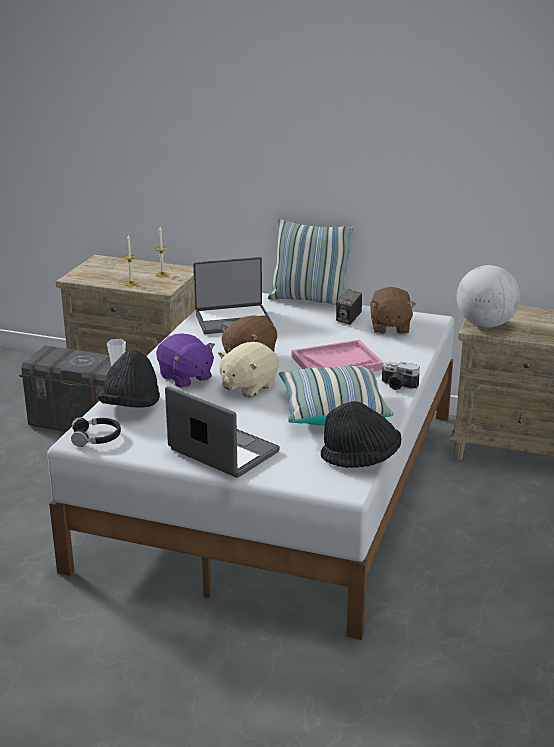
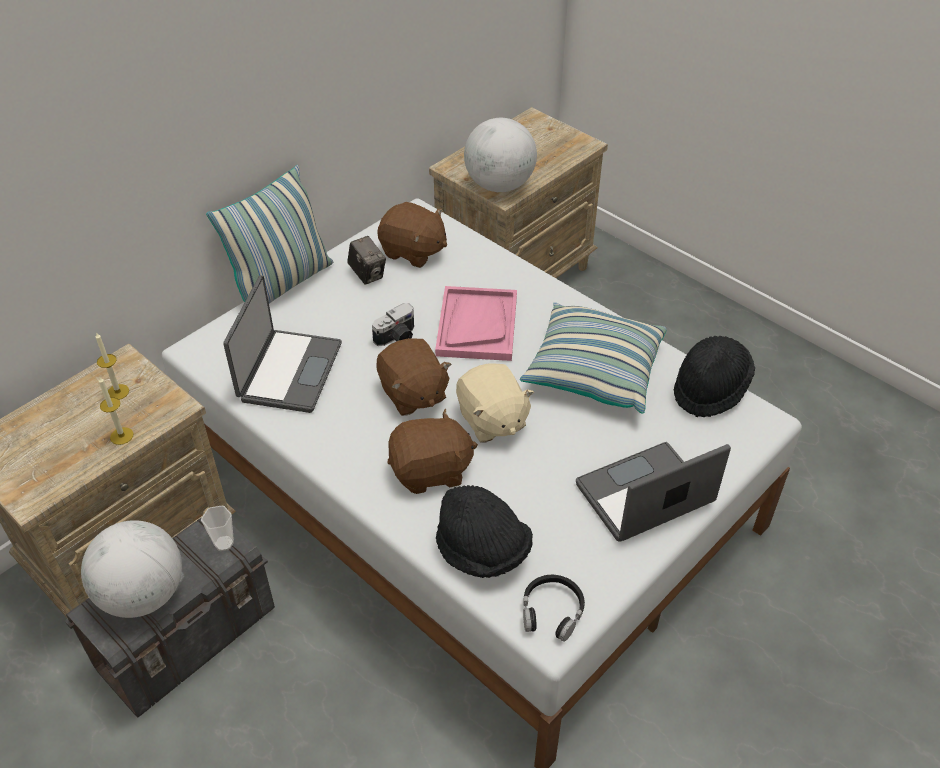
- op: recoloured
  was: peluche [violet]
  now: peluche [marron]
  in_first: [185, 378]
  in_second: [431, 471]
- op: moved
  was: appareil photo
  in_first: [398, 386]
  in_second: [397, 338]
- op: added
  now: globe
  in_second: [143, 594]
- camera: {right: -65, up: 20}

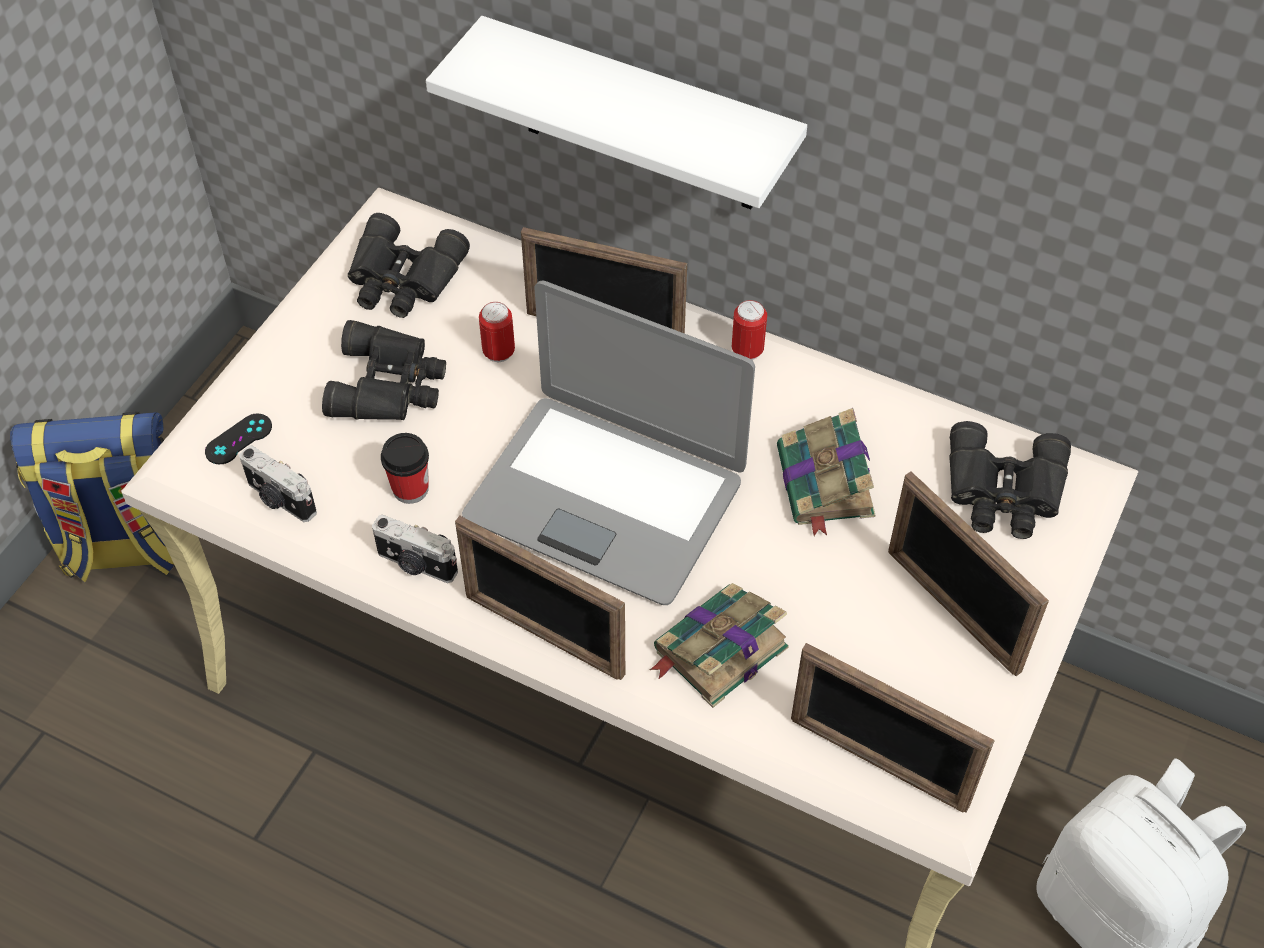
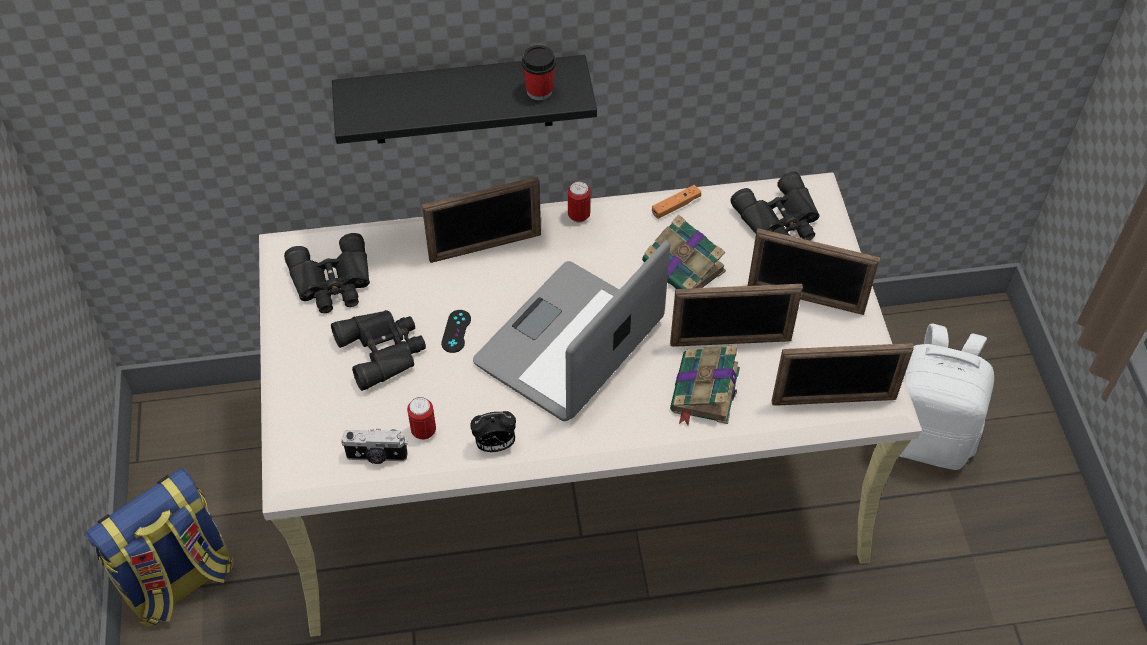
- op: moved
  was: manette [noir]
  in_first: [238, 439]
  in_second: [456, 331]
- op: replaced
  was: appareil photo
  now: réveil
  in_first: [416, 565]
  in_second: [495, 445]
- op: moved
  was: tasse
  in_first: [410, 489]
  in_second: [539, 91]
- op: recoloured
  was: étagère [blanc]
  now: étagère [noir]
  in_first: [639, 118]
  in_second: [462, 100]
- op: moved
  was: cadre photo
  in_first: [543, 635]
  in_second: [730, 342]
- op: turned
  was: ordinateur portable
  in_first: [606, 497]
  in_second: [571, 343]
  clockwise: 135
- op: moved
  was: boîte métallique
  in_first: [498, 352]
  in_second: [423, 431]
- op: added
  now: manette [orange]
  in_second: [676, 206]
- camera: {right: -35, up: 0}

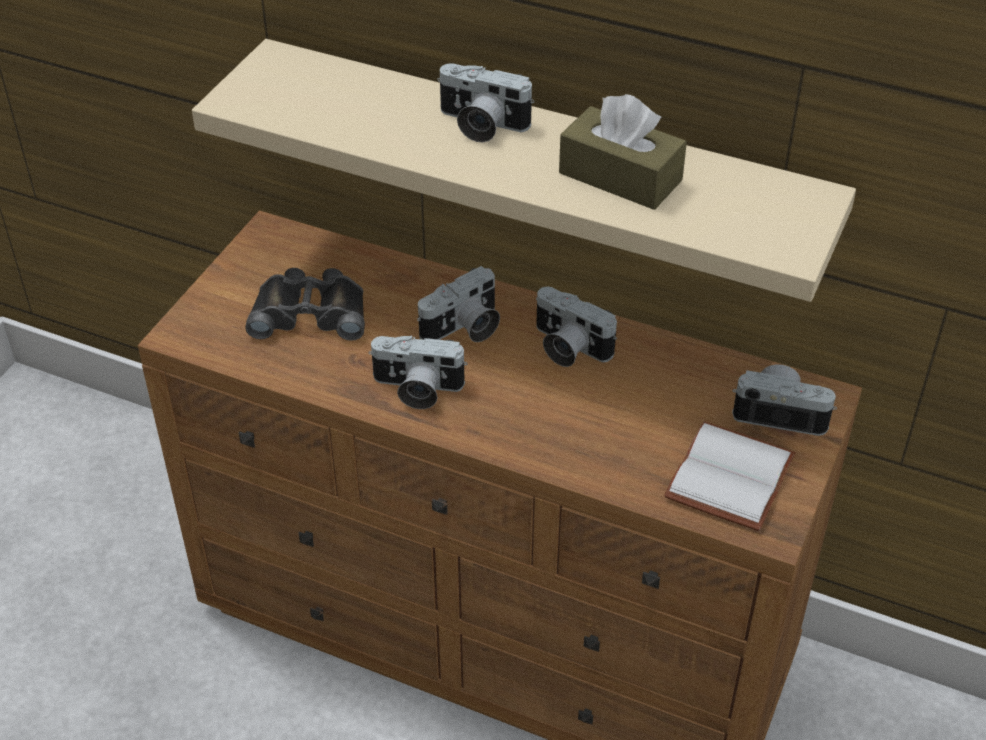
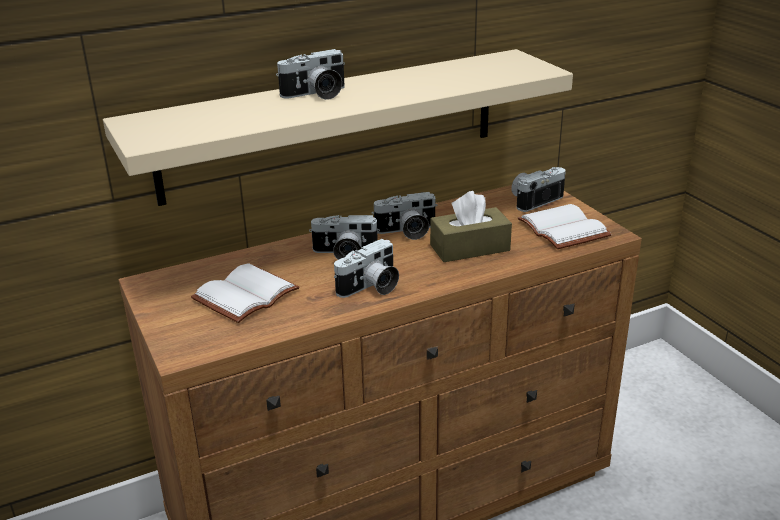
- op: replaced
  was: jumelles [noir]
  now: livre [blanc]
  in_first: [310, 313]
  in_second: [246, 297]
- op: turned
  was: appareil photo
  in_first: [464, 329]
  in_second: [344, 254]
  clockwise: 90
- op: moved
  was: boîte à mouchoirs [marron]
  in_first: [620, 177]
  in_second: [470, 248]
- camera: {right: -50, up: -15}

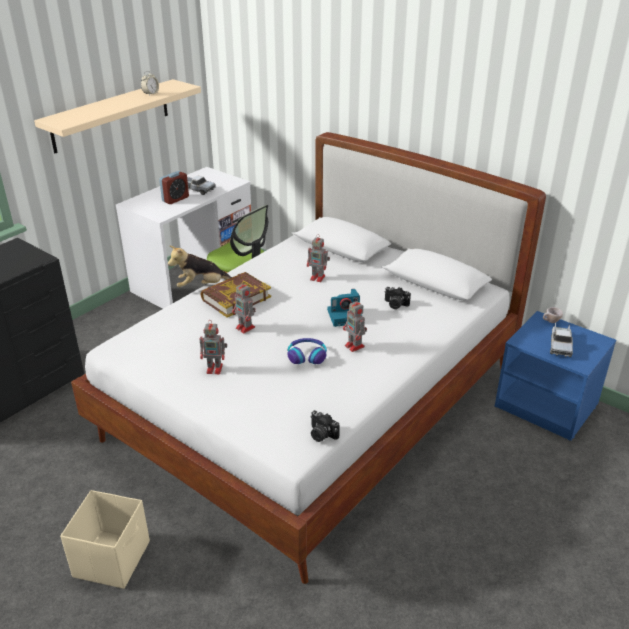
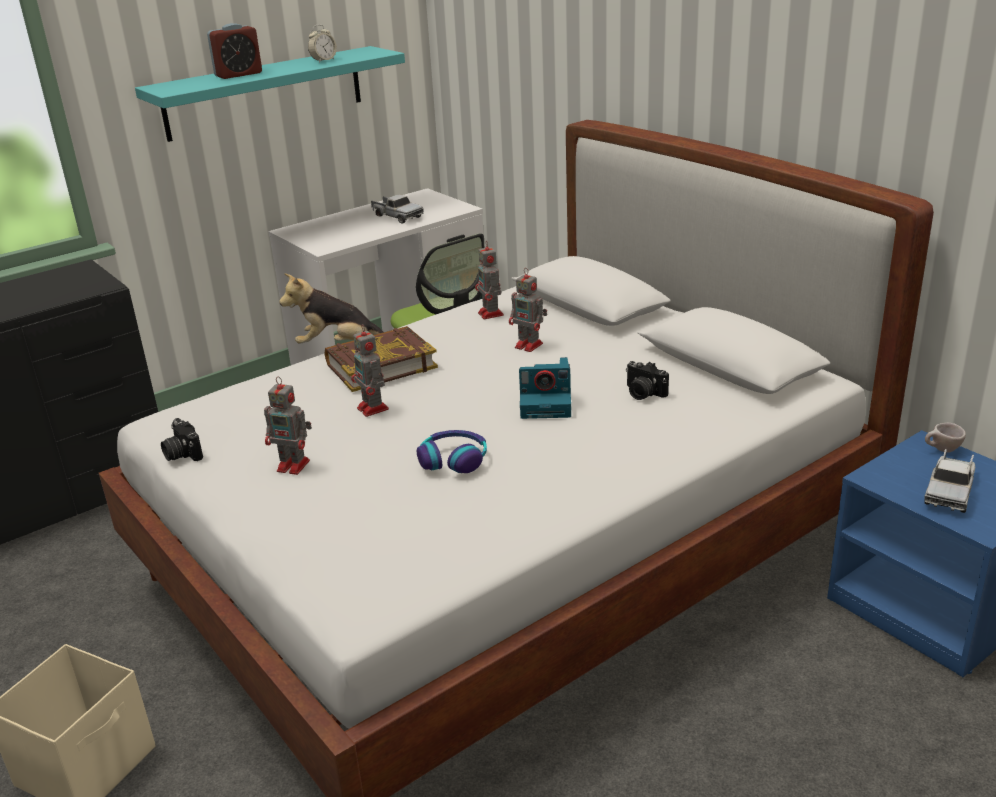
- op: recoloured
  was: étagère [beige]
  now: étagère [turquoise]
  in_first: [111, 115]
  in_second: [264, 93]
- op: moved
  was: réveil
  in_first: [175, 199]
  in_second: [238, 74]
- op: moved
  was: appareil photo
  in_first: [321, 434]
  in_second: [182, 454]
- op: moved
  was: robot jouet
  in_first: [355, 346]
  in_second: [491, 314]
- camera: {right: 15, up: -5}

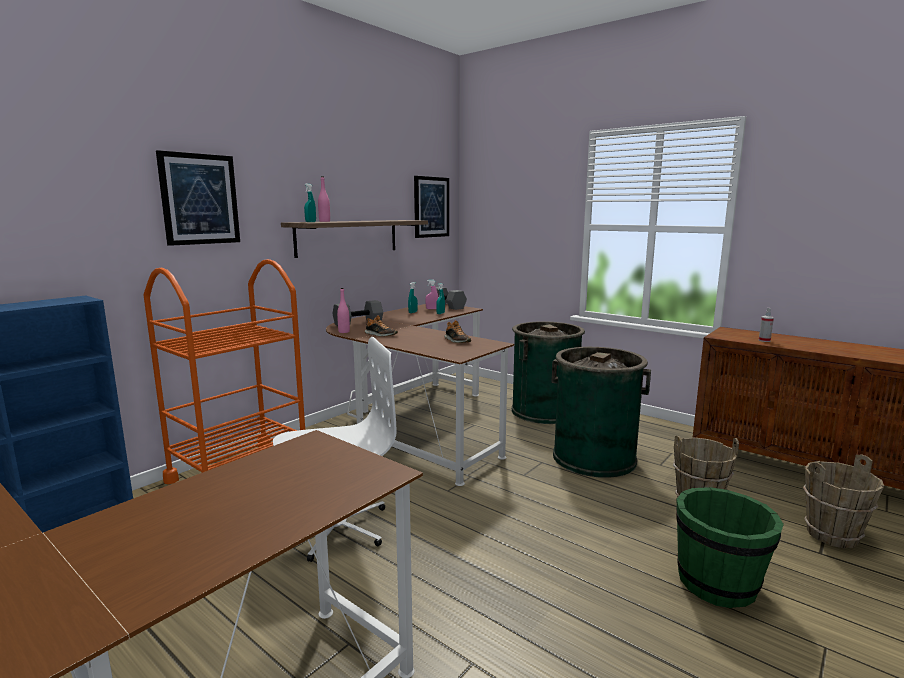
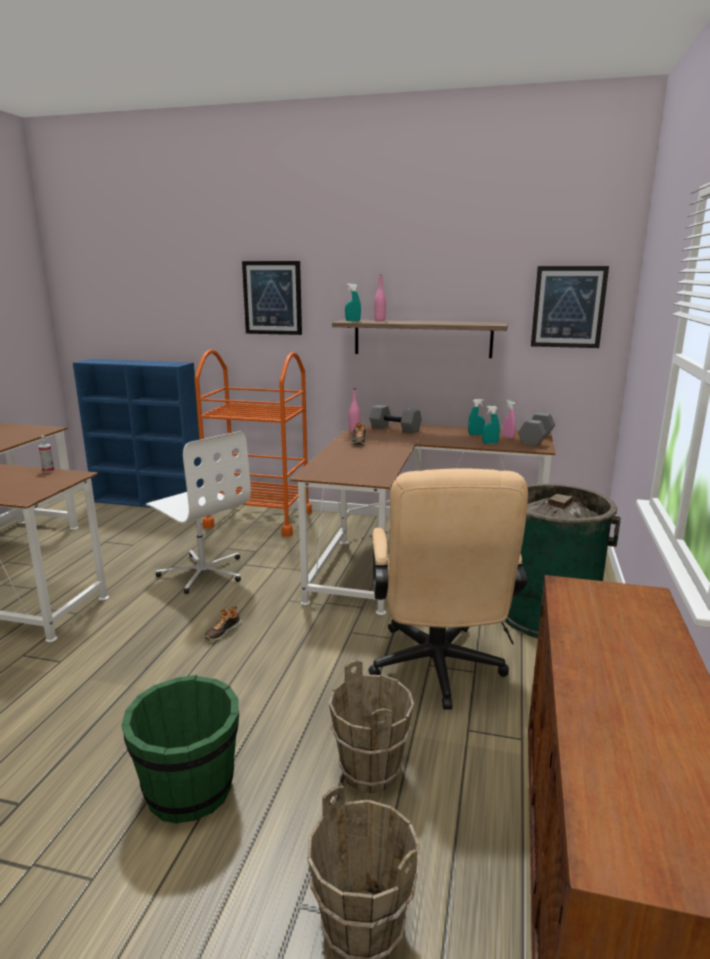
- op: moved
  was: chaussure
  in_first: [457, 341]
  in_second: [223, 631]
- op: replaced
  was: poubelle [vert]
  now: chaise de bureau [beige]
  in_first: [594, 458]
  in_second: [437, 671]
- op: moved
  was: vaporisateur
  in_first: [764, 340]
  in_second: [48, 470]
- camera: {right: 65, up: 5}

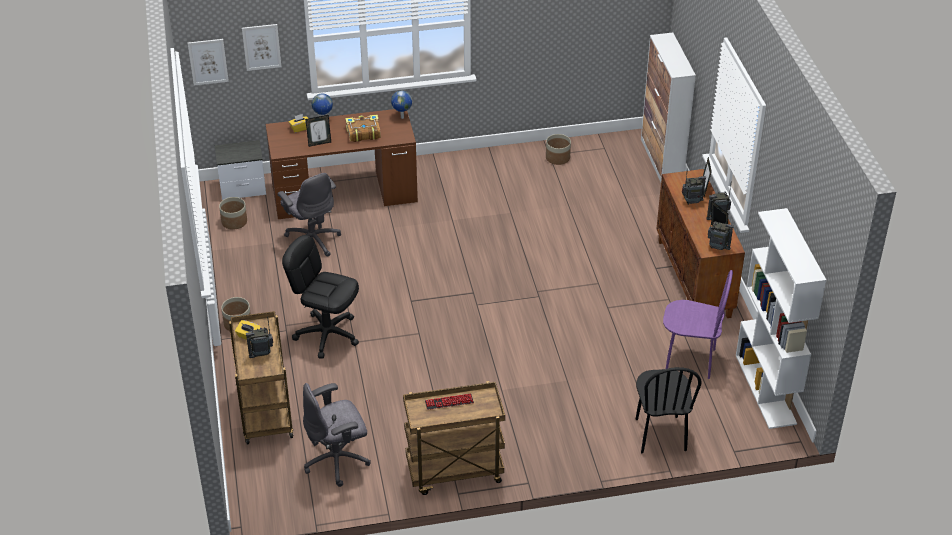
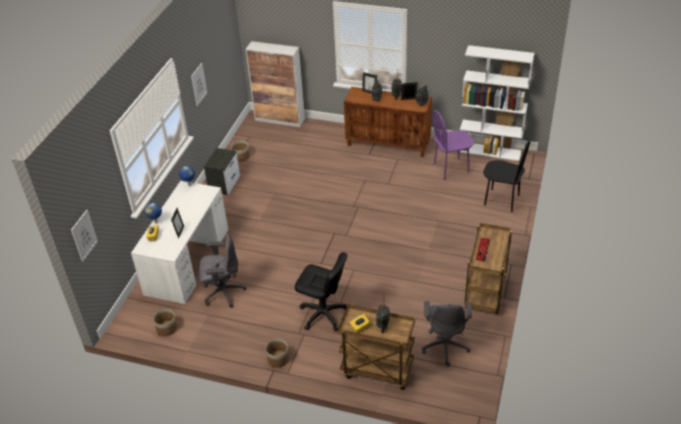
- op: moved
  was: table de chevet
  in_first: [244, 188]
  in_second: [225, 183]
- op: moved
  was: tableau
  in_first: [261, 47]
  in_second: [198, 84]
- op: recoloured
  was: bureau [marron]
  now: bureau [blanc]
  in_first: [345, 193]
  in_second: [188, 261]
- op: turned
  was: chaise de bureau [noir]
  in_first: [327, 334]
  in_second: [323, 314]
  clockwise: -120
- op: removed
  was: livre
  in_first: [363, 133]
- op: turned
  was: chaise [violet]
  in_first: [690, 360]
  in_second: [451, 168]
  clockwise: -150
- camera: {right: -60, up: 0}

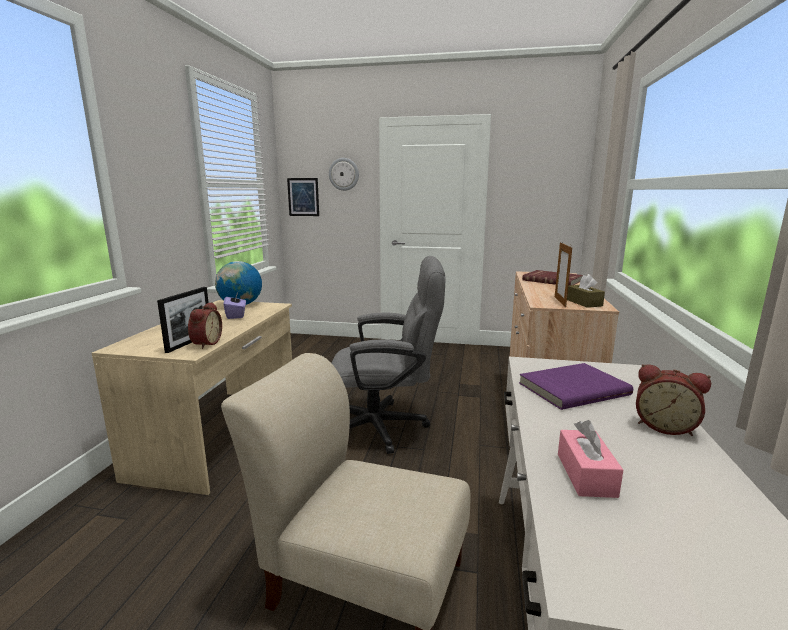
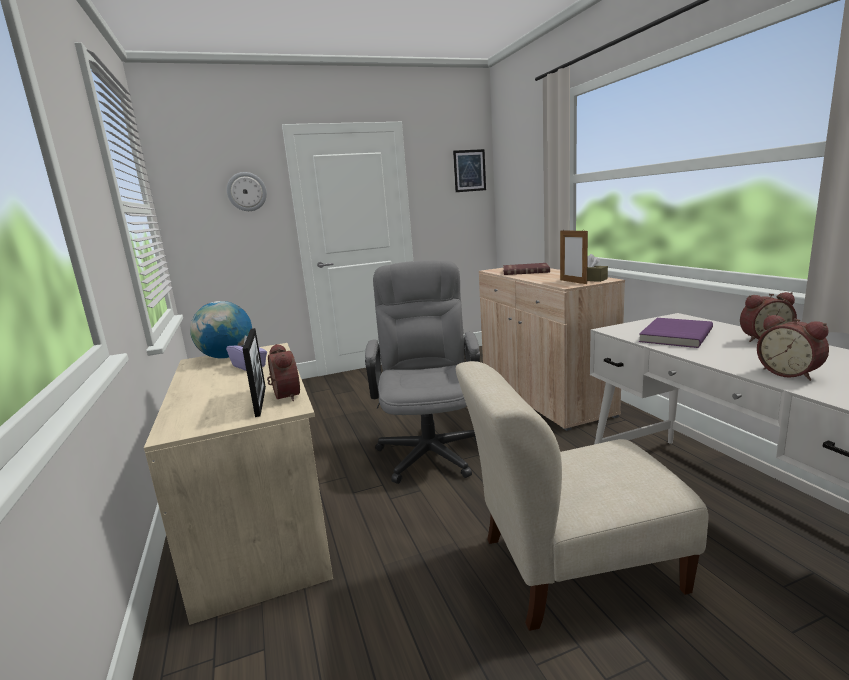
- op: moved
  was: tableau
  in_first: [303, 197]
  in_second: [469, 170]
- op: turned
  was: chaise de bureau [gris]
  in_first: [386, 426]
  in_second: [430, 447]
  clockwise: -60
- op: replaced
  was: boîte à mouchoirs [rose]
  now: réveil
  in_first: [586, 474]
  in_second: [790, 373]
- camera: {right: -30, up: 0}

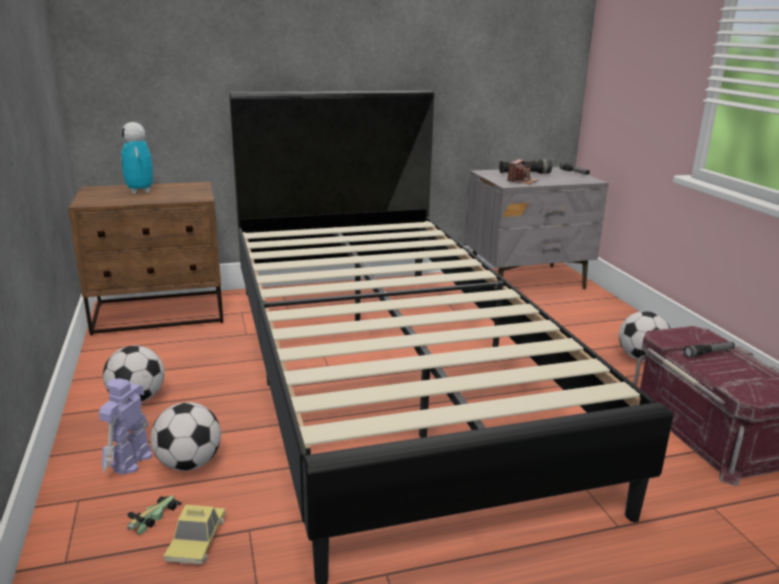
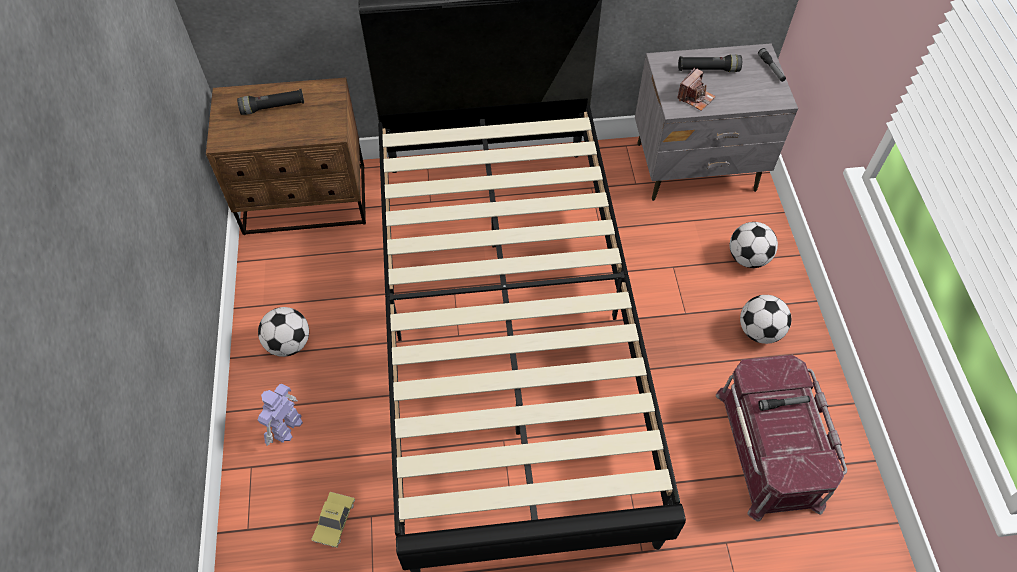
- op: replaced
  was: robot jouet
  now: lampe de poche [noir]
  in_first: [140, 191]
  in_second: [273, 107]
- op: removed
  was: petite voiture
  in_first: [153, 517]
- op: moved
  was: ballon de foot
  in_first: [189, 464]
  in_second: [747, 258]
- camera: {right: 10, up: 35}

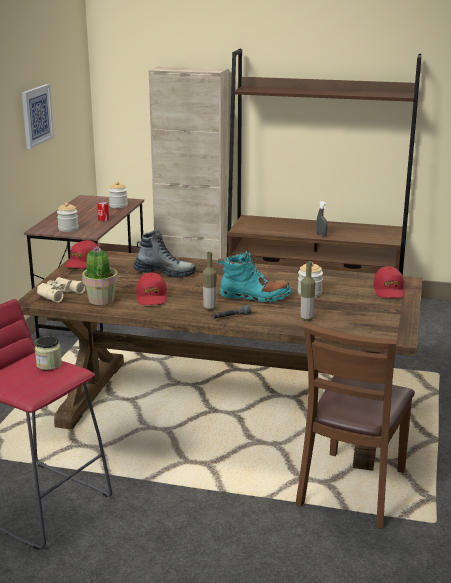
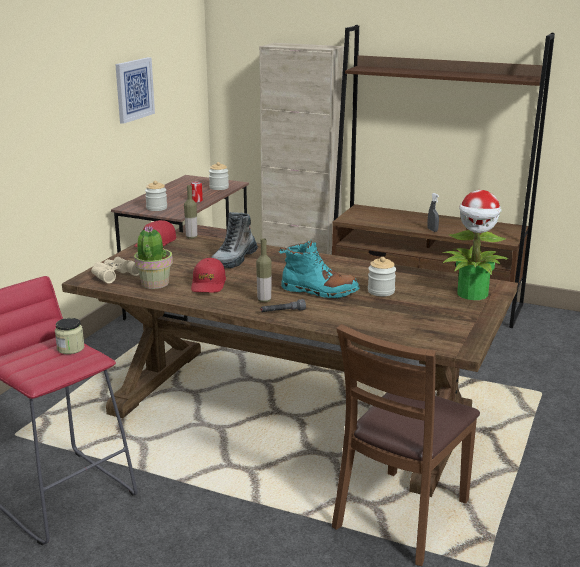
- op: turned
  was: botte
  in_first: [164, 273]
  in_second: [234, 260]
  clockwise: 105
- op: moved
  was: bouteille
  in_first: [306, 318]
  in_second: [191, 237]
- op: replaced
  was: casquette [rouge]
  now: plante en pot
  in_first: [389, 290]
  in_second: [473, 294]
- camera: {right: 10, up: 0}

